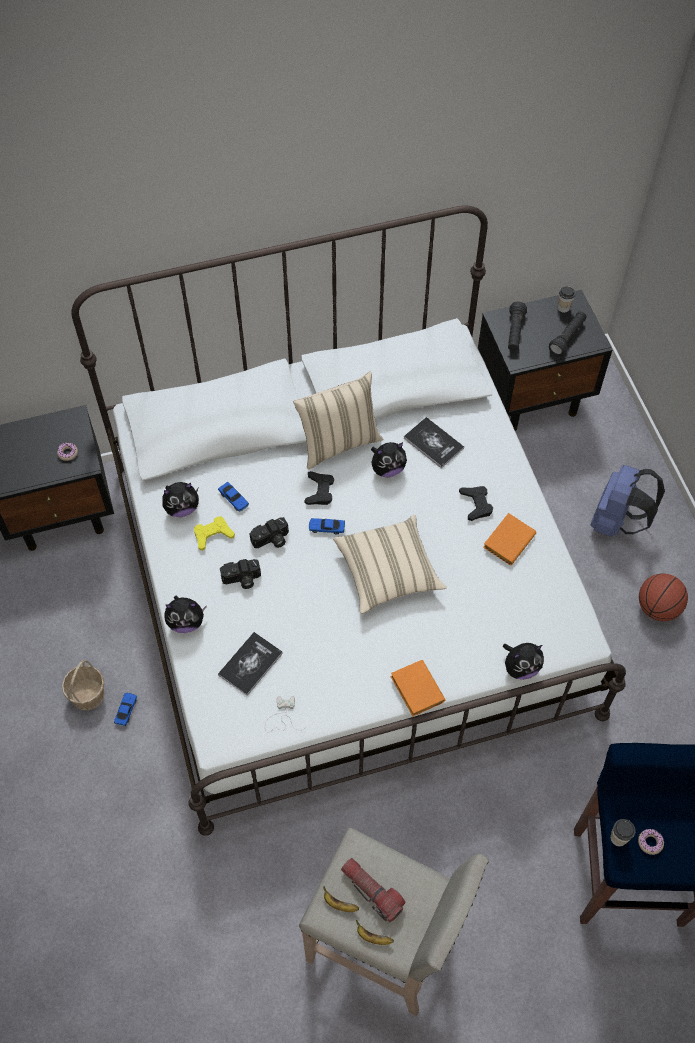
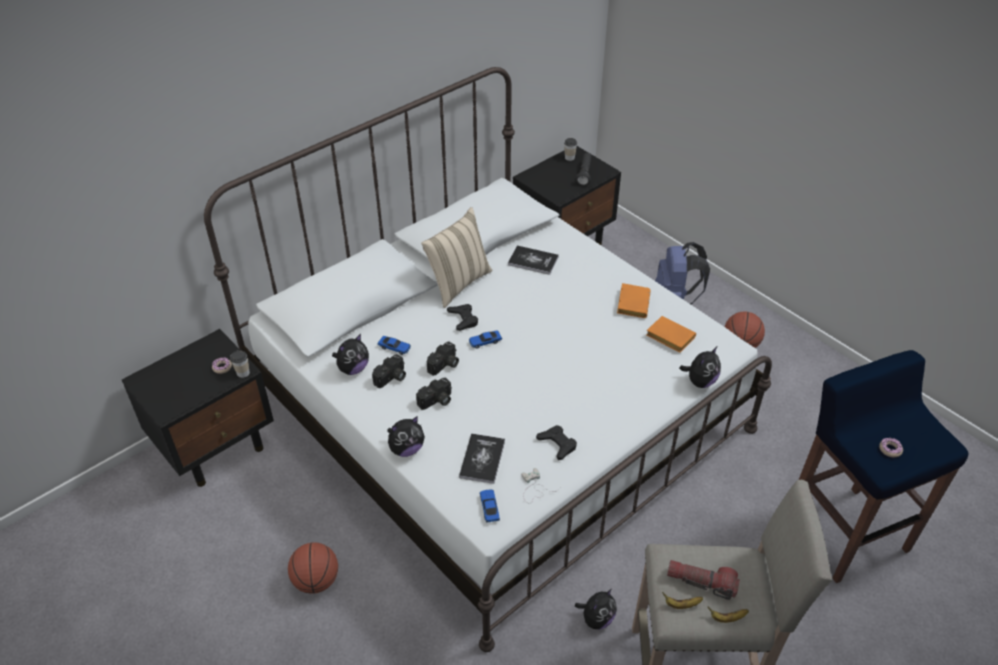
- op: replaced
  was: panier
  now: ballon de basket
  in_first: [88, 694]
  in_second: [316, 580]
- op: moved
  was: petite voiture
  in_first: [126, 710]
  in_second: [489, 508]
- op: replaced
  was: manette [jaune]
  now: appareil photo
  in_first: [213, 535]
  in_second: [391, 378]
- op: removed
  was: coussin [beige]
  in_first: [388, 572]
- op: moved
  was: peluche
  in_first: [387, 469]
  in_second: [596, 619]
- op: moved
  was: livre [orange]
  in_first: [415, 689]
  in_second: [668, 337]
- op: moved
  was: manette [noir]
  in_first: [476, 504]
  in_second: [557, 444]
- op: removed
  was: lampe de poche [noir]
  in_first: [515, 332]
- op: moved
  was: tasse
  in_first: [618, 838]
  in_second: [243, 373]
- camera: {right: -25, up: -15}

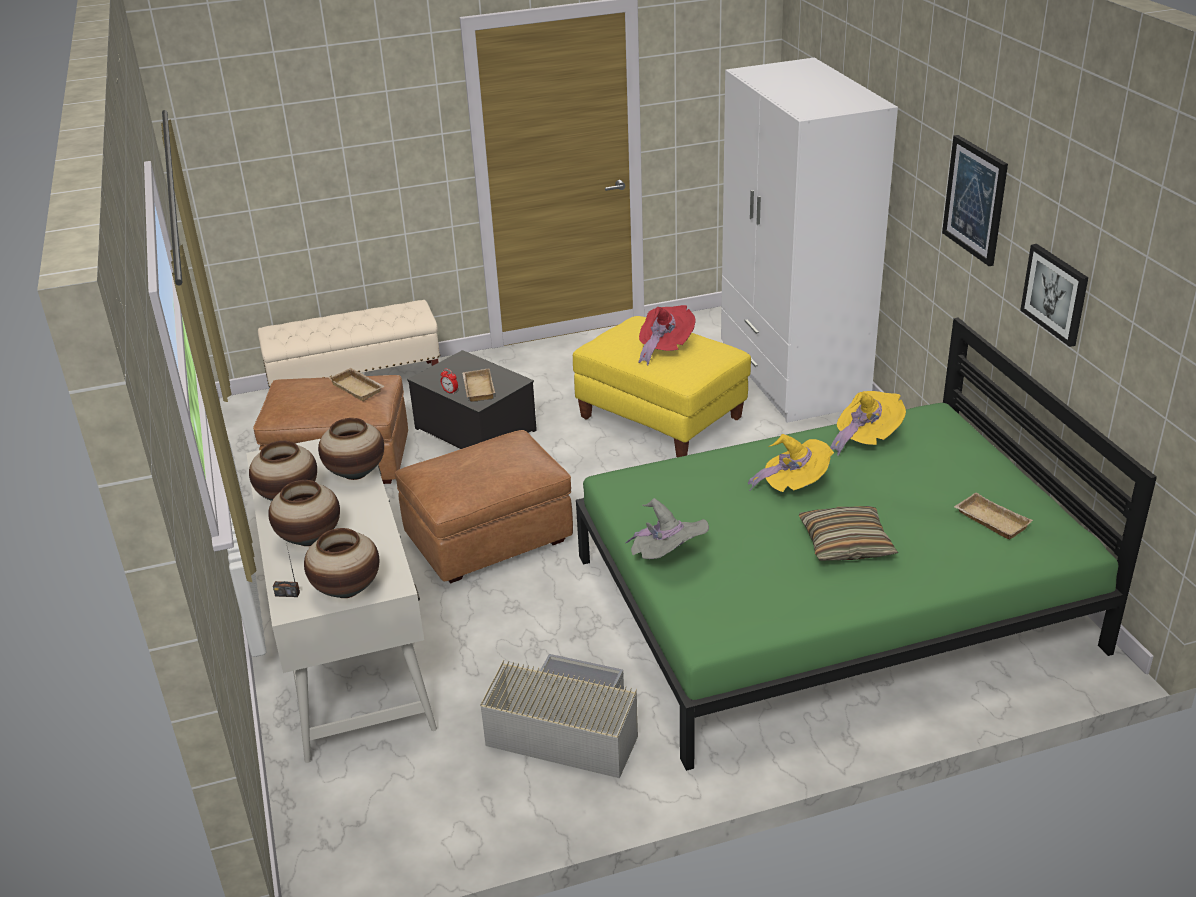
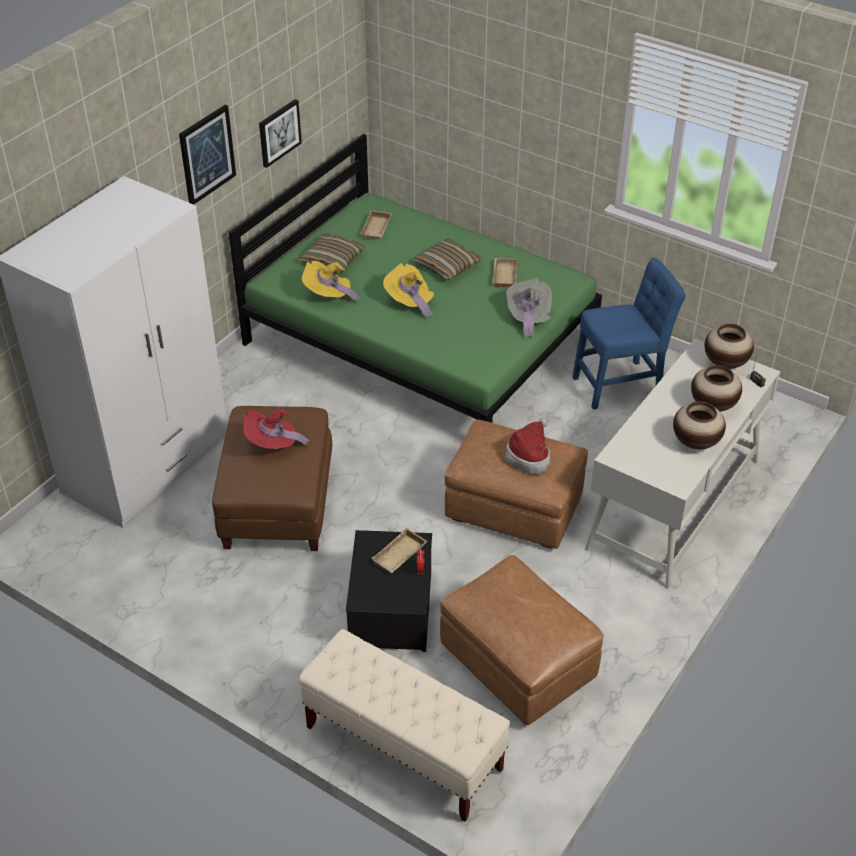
- op: removed
  was: vase
  in_first: [355, 473]
- op: moved
  was: plateau [beige]
  in_first: [359, 388]
  in_second: [503, 275]
- op: replaced
  was: boîte de rangement [gris]
  now: chaise [bleu]
  in_first: [565, 728]
  in_second: [621, 384]
- op: recoloured
  was: pouf [jaune]
  now: pouf [marron]
  in_first: [661, 419]
  in_second: [278, 505]
- op: added
  now: coussin
  in_second: [333, 260]
- op: added
  now: chapeau
  in_second: [529, 456]
- camera: {right: -130, up: 10}

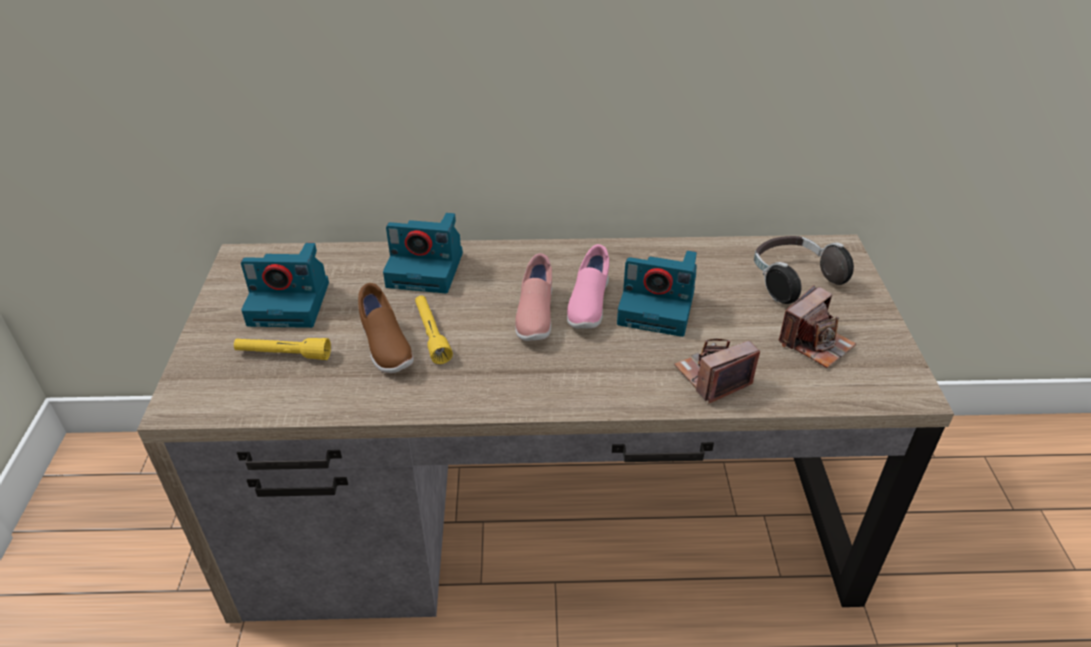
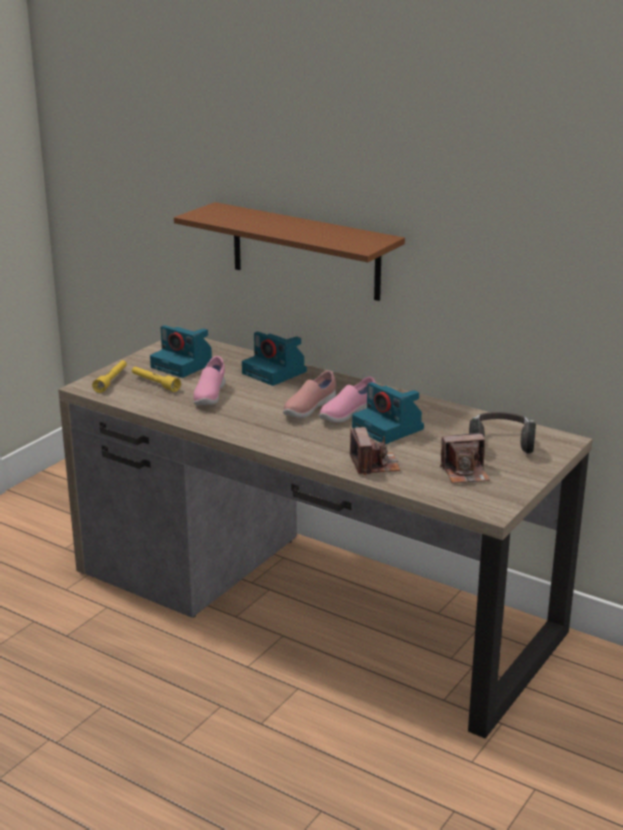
- op: recoloured
  was: chaussure [marron]
  now: chaussure [rose]
  in_first: [385, 346]
  in_second: [209, 396]
- op: moved
  was: lampe de poche [jaune]
  in_first: [431, 334]
  in_second: [111, 381]
- op: turned
  was: appareil photo
  in_first: [712, 377]
  in_second: [374, 465]
  clockwise: 75
- op: added
  now: étagère [marron]
  in_second: [305, 251]
- camera: {right: 35, up: -15}

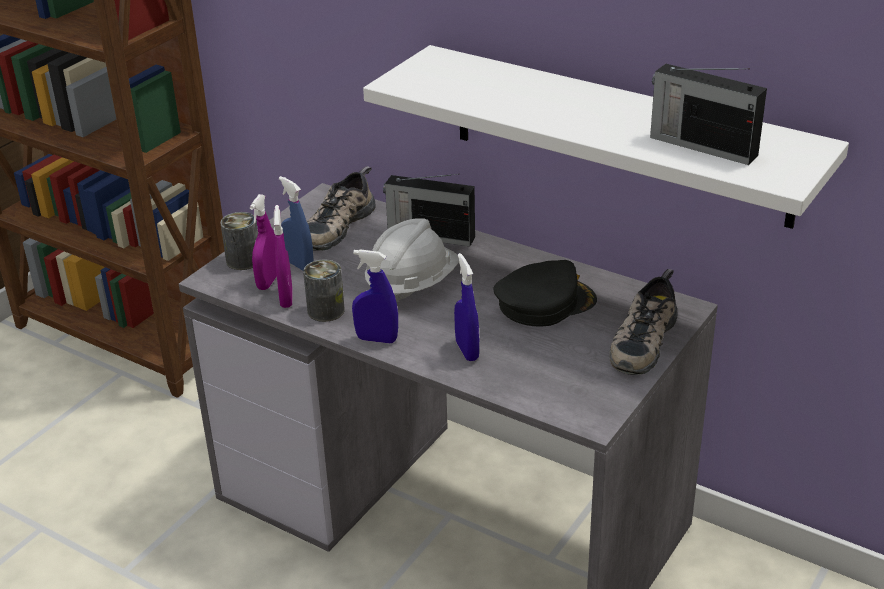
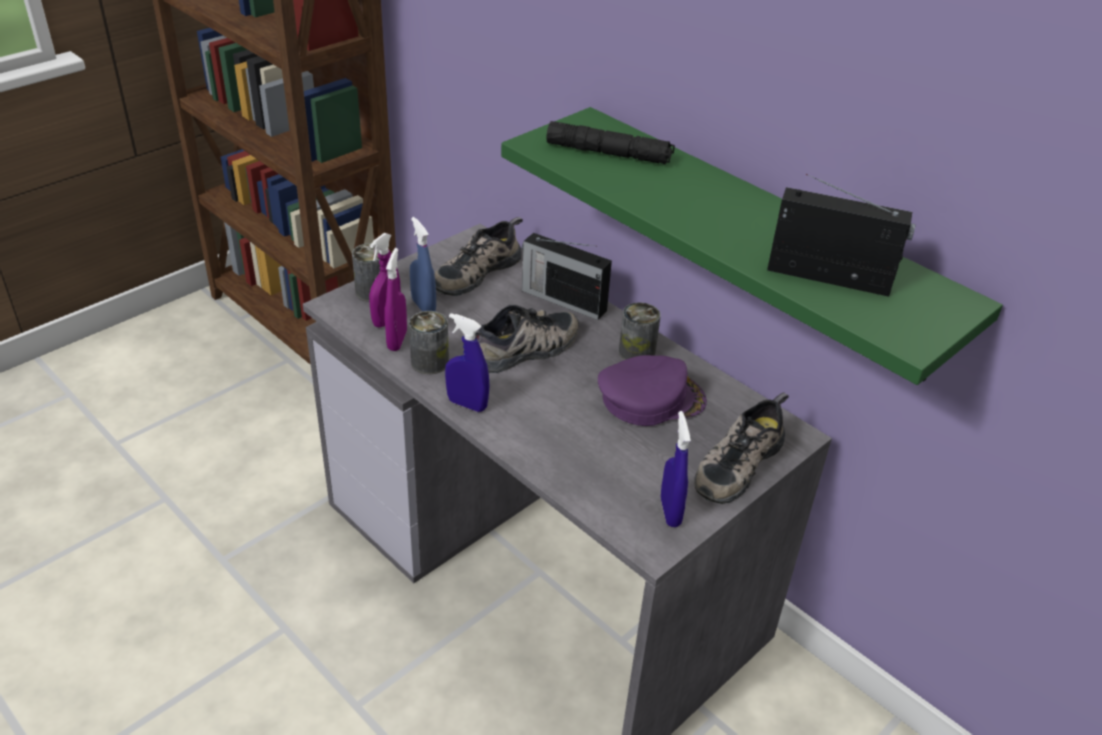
- op: recoloured
  was: étagère [blanc]
  now: étagère [vert]
  in_first: [619, 135]
  in_second: [761, 240]
- op: replaced
  was: casque de chantier [blanc]
  now: chaussure
  in_first: [412, 285]
  in_second: [524, 351]
- op: moved
  was: vaporisateur [bleu]
  in_first: [467, 351]
  in_second: [670, 512]
- op: recoloured
  was: casquette [noir]
  now: casquette [violet]
  in_first: [544, 302]
  in_second: [650, 398]
- op: turned
  was: radio
  in_first: [701, 145]
  in_second: [831, 277]
  clockwise: 150
- op: added
  now: lampe de poche [noir]
  in_second: [609, 153]
- op: added
  now: boîte métallique
  in_second: [637, 353]
- camera: {right: 10, up: 5}

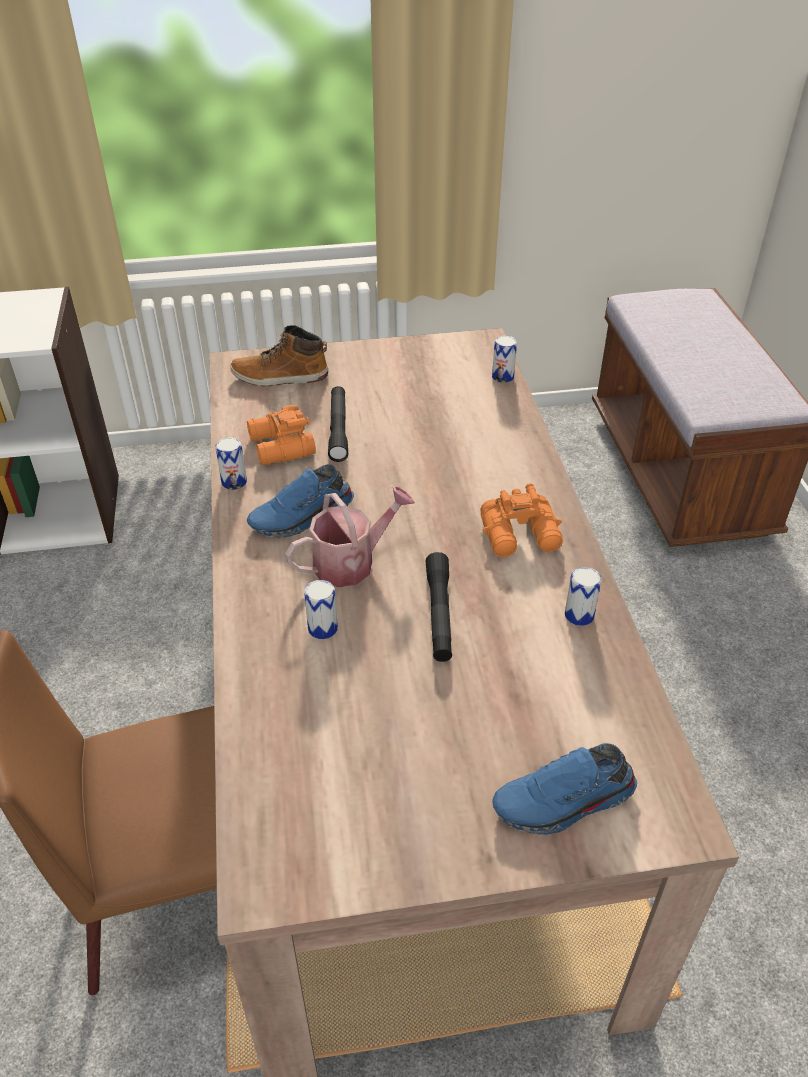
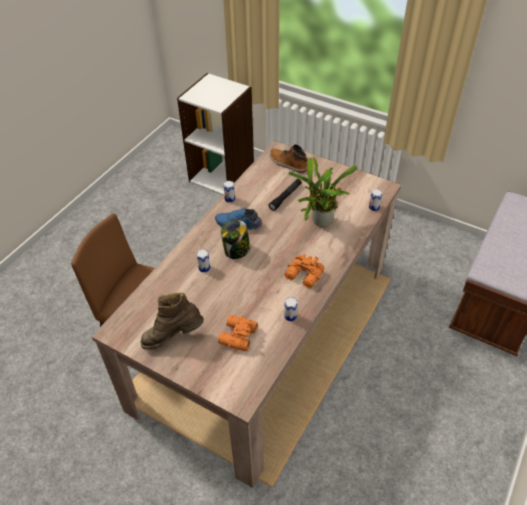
- op: moved
  was: jumelles [orange]
  in_first: [280, 447]
  in_second: [237, 336]
- op: replaced
  was: arrosoir
  now: bocal
  in_first: [351, 562]
  in_second: [236, 250]
- op: removed
  was: lampe de poche [noir]
  in_first: [439, 614]
- op: removed
  was: chaussure [bleu]
  in_first: [564, 803]
- op: added
  now: botte [marron]
  in_second: [173, 337]
- op: added
  now: plante en pot
  in_second: [319, 223]
- camera: {right: 40, up: 5}

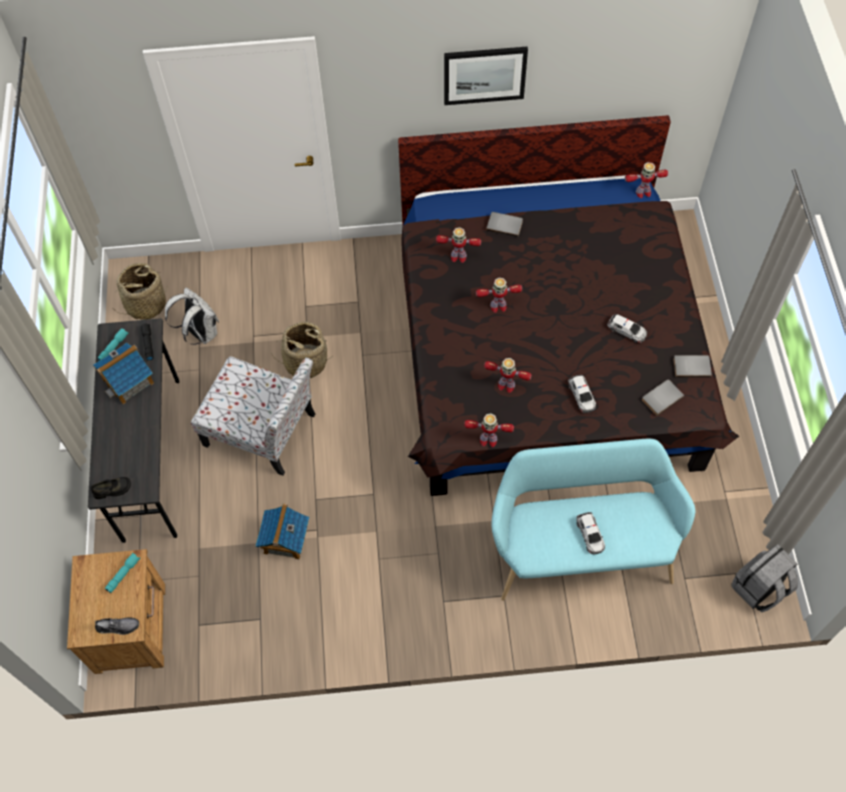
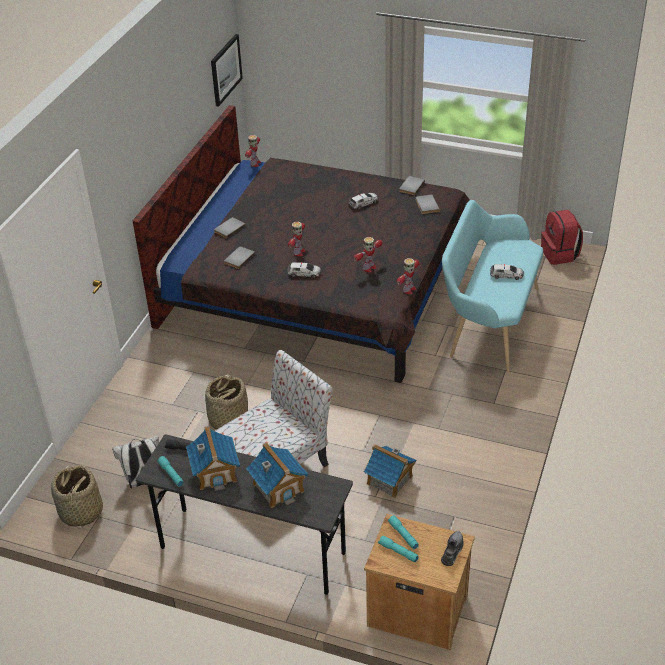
- op: removed
  was: chaussure [noir]
  in_first: [112, 490]
- op: replaced
  was: robot jouet
  now: livre [gris]
  in_first: [458, 257]
  in_second: [238, 258]
- op: moved
  was: tableau
  in_first: [484, 75]
  in_second: [225, 69]
- op: moved
  was: petite voiture
  in_first: [581, 396]
  in_second: [304, 273]
- op: recoloured
  was: sac à dos [gris]
  now: sac à dos [rouge]
  in_first: [759, 589]
  in_second: [560, 254]
- op: added
  now: maison miniature
  in_second: [278, 487]
- op: added
  now: lampe de poche [turquoise]
  in_second: [397, 552]
- camera: {right: -65, up: -20}

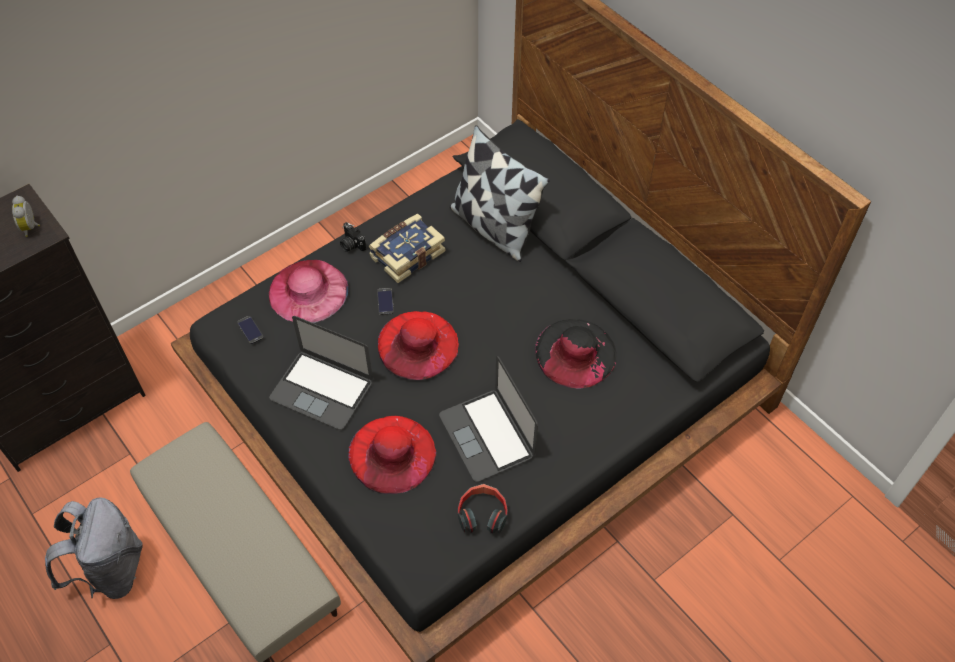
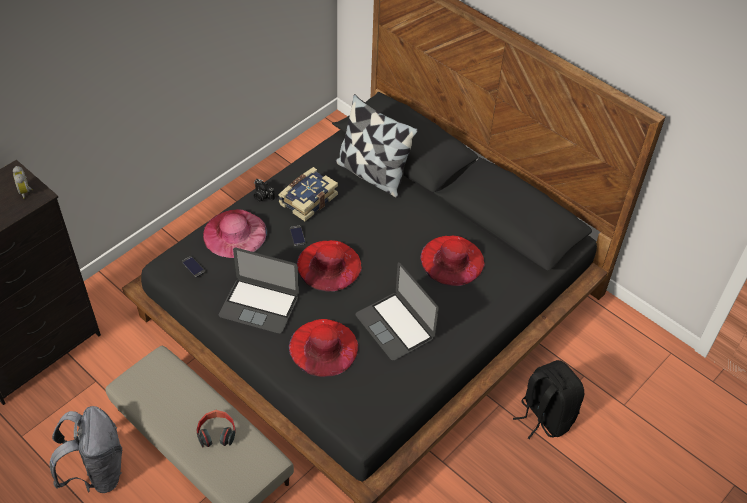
- op: moved
  was: casque audio
  in_first: [482, 513]
  in_second: [216, 432]
- op: recoloured
  was: chapeau [noir]
  now: chapeau [rouge]
  in_first: [575, 353]
  in_second: [452, 260]
- op: added
  now: sac à dos [noir]
  in_second: [544, 416]
- camera: {right: -10, up: -5}

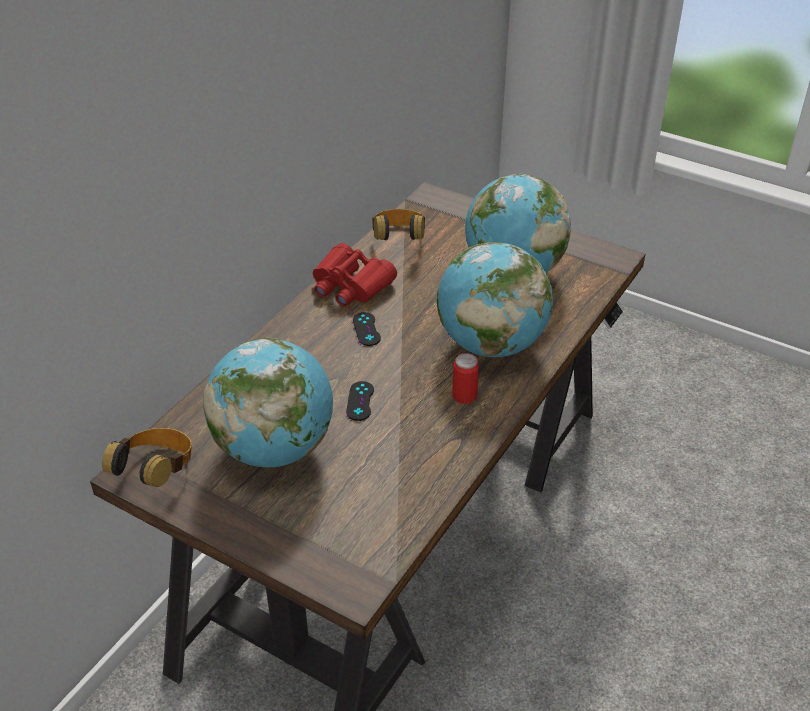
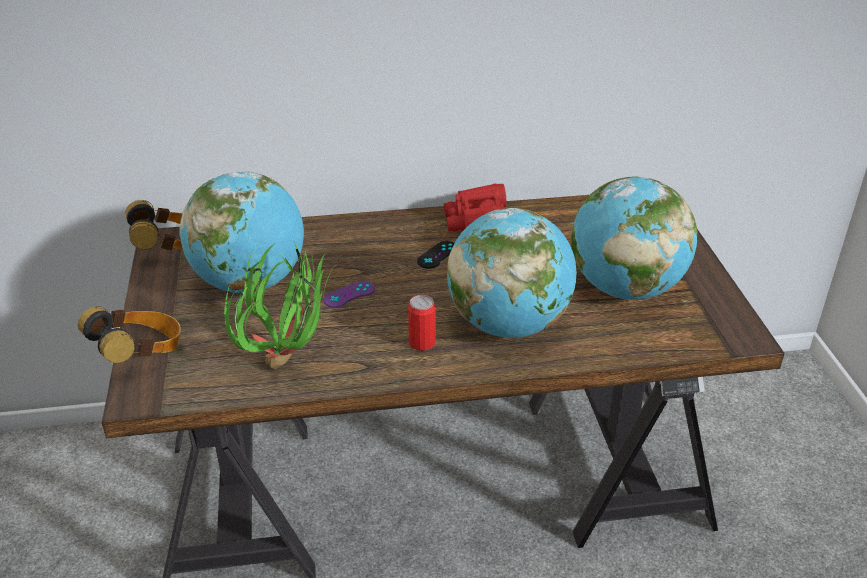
- op: recoloured
  was: manette [noir]
  now: manette [violet]
  in_first: [360, 401]
  in_second: [349, 294]
- op: moved
  was: casque audio
  in_first: [398, 240]
  in_second: [140, 353]
- op: added
  now: plante en pot
  in_second: [293, 361]
- camera: {right: 50, up: -5}

